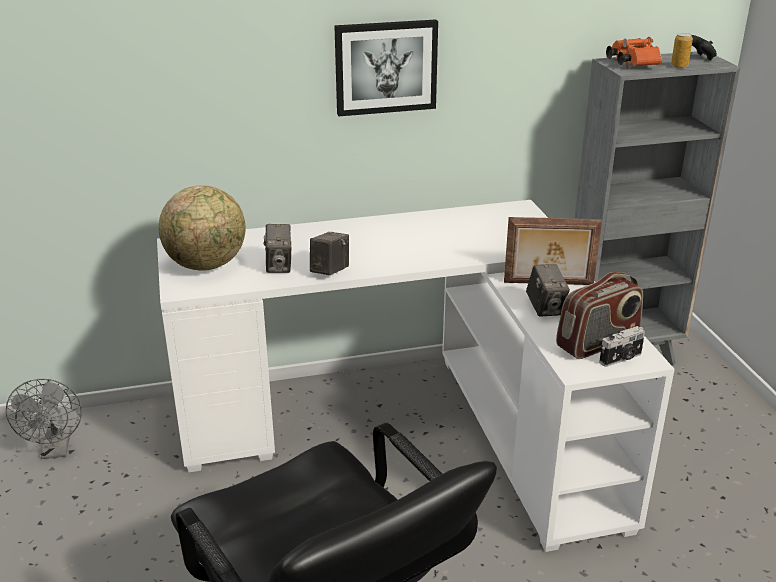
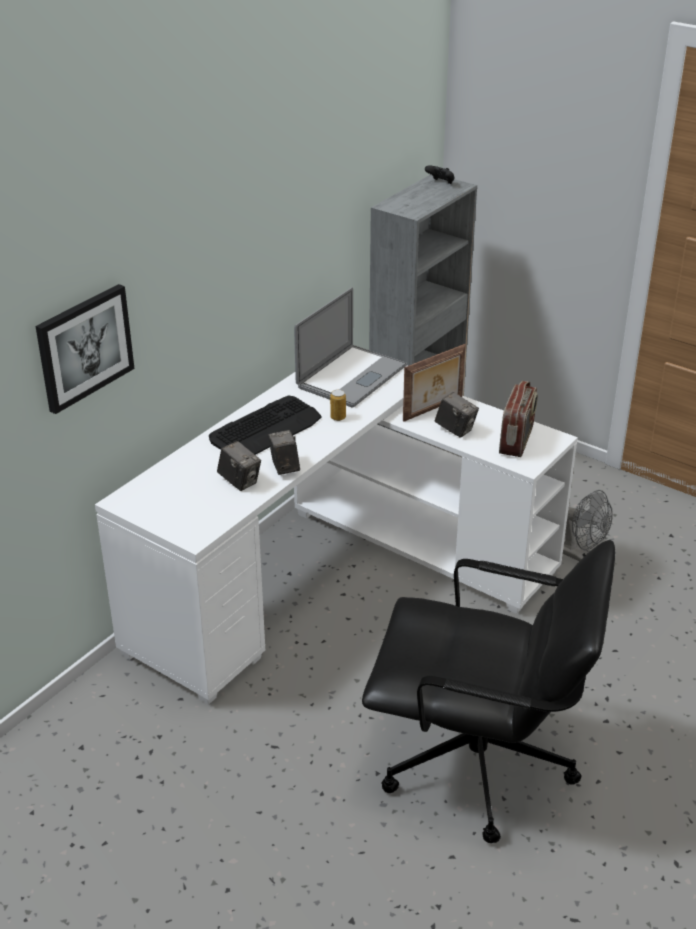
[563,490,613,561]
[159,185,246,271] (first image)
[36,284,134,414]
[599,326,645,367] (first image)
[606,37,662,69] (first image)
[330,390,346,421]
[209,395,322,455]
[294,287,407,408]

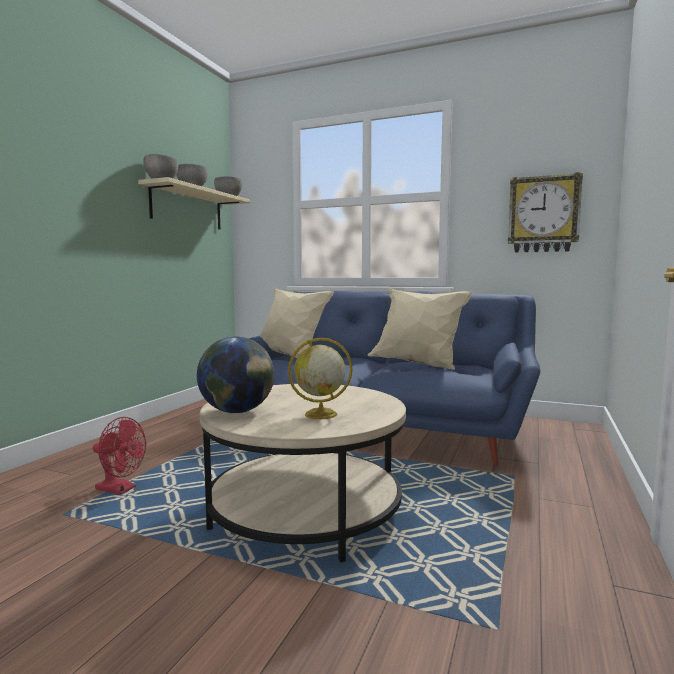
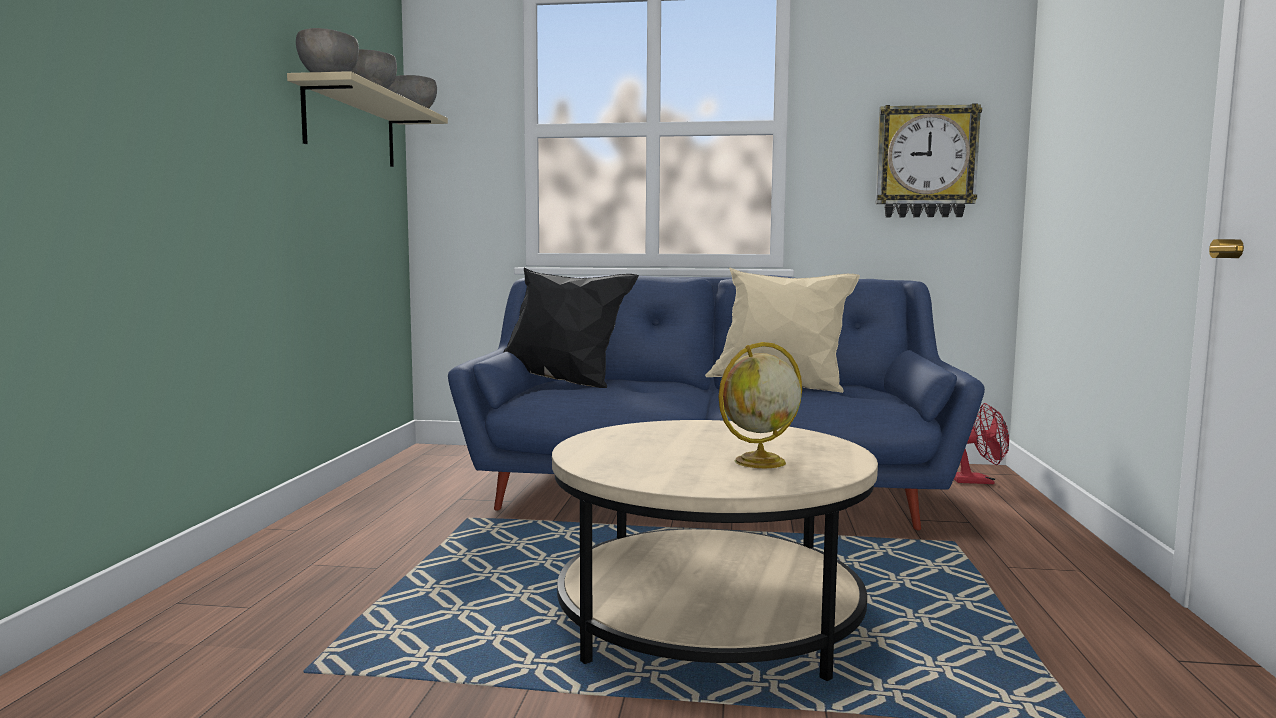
[954,403,1009,484]
[197,337,274,413] (first image)
[503,268,639,388]

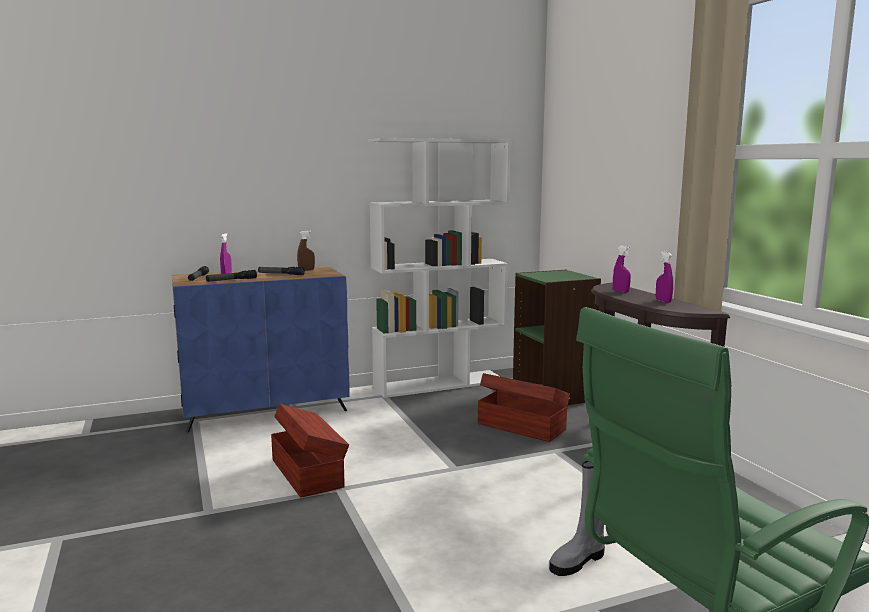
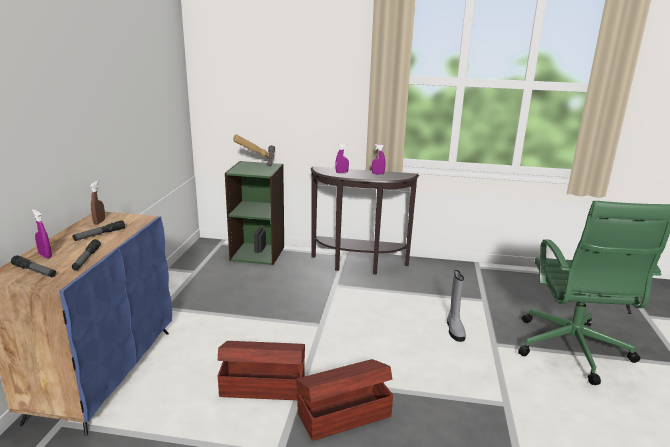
[368,138,511,398] (first image)
[296,359,393,441]
[233,134,275,166]

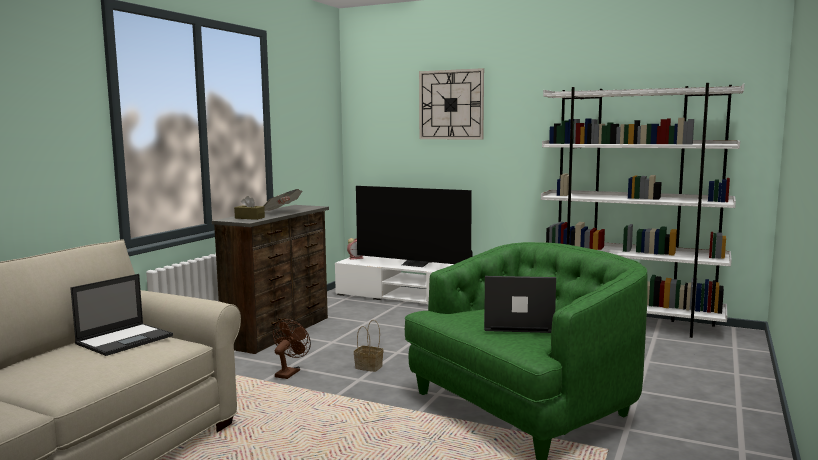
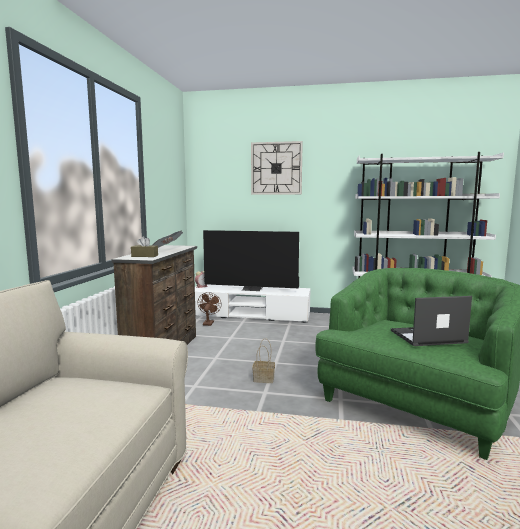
[70,274,173,356] (first image)
[198,292,221,326]

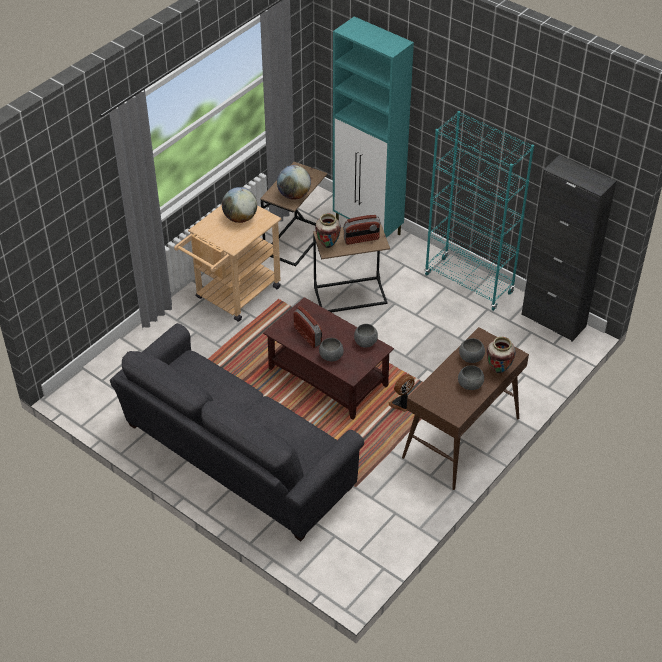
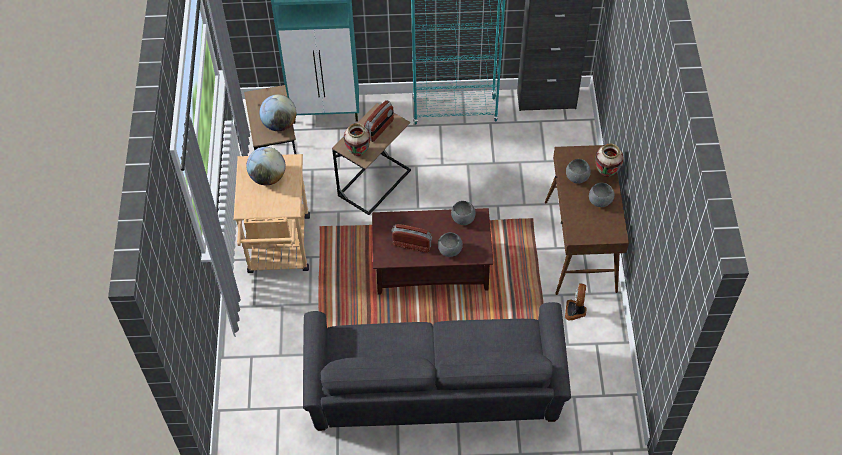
[565,283,587,320]

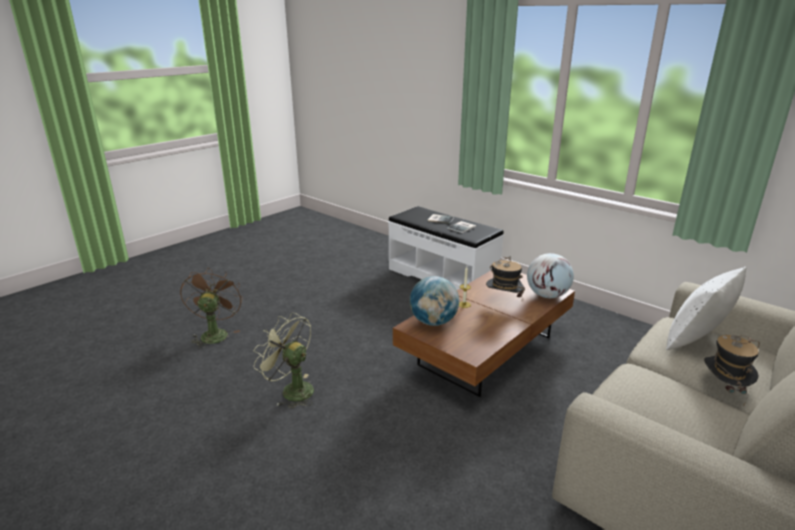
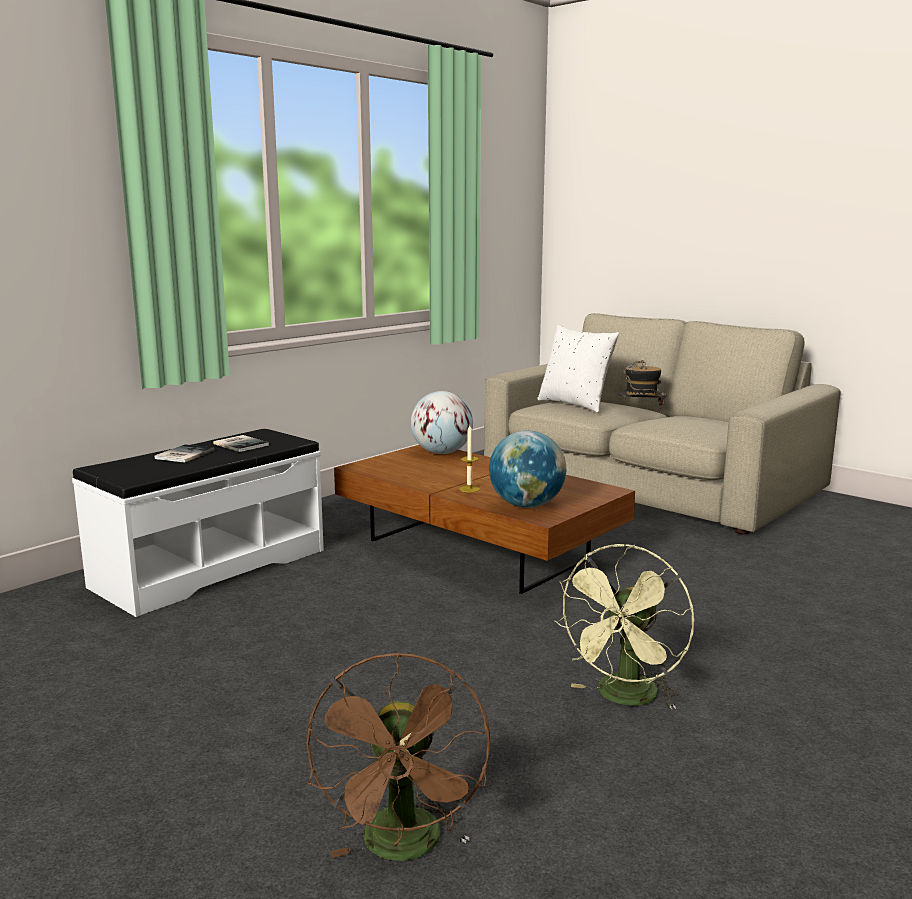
[307,652,491,861]
[486,256,525,297] (first image)

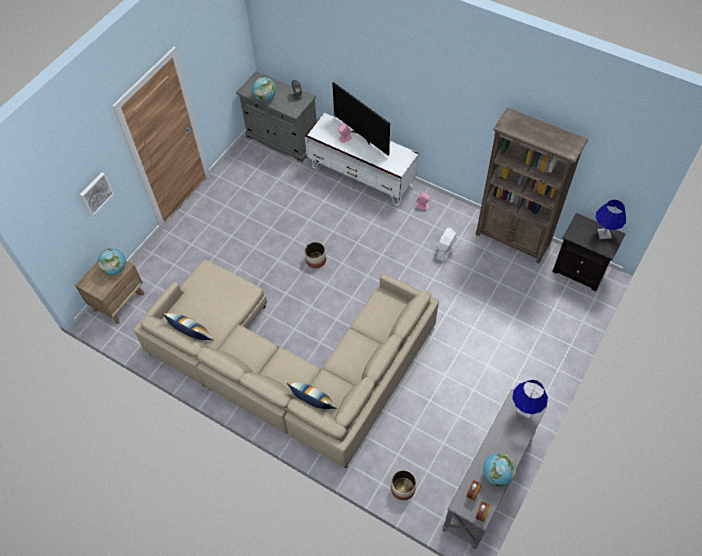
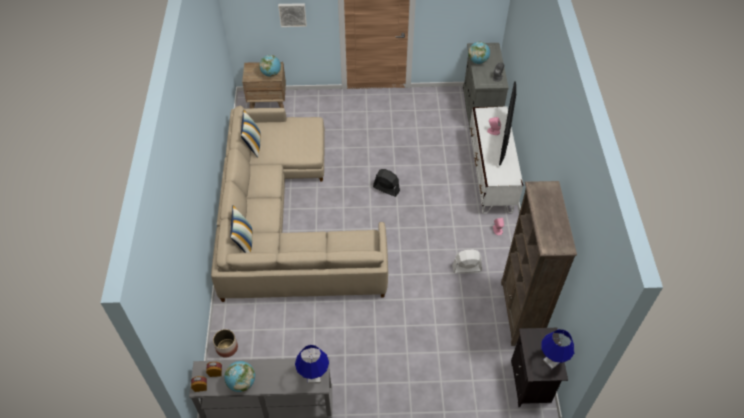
[373,169,400,197]

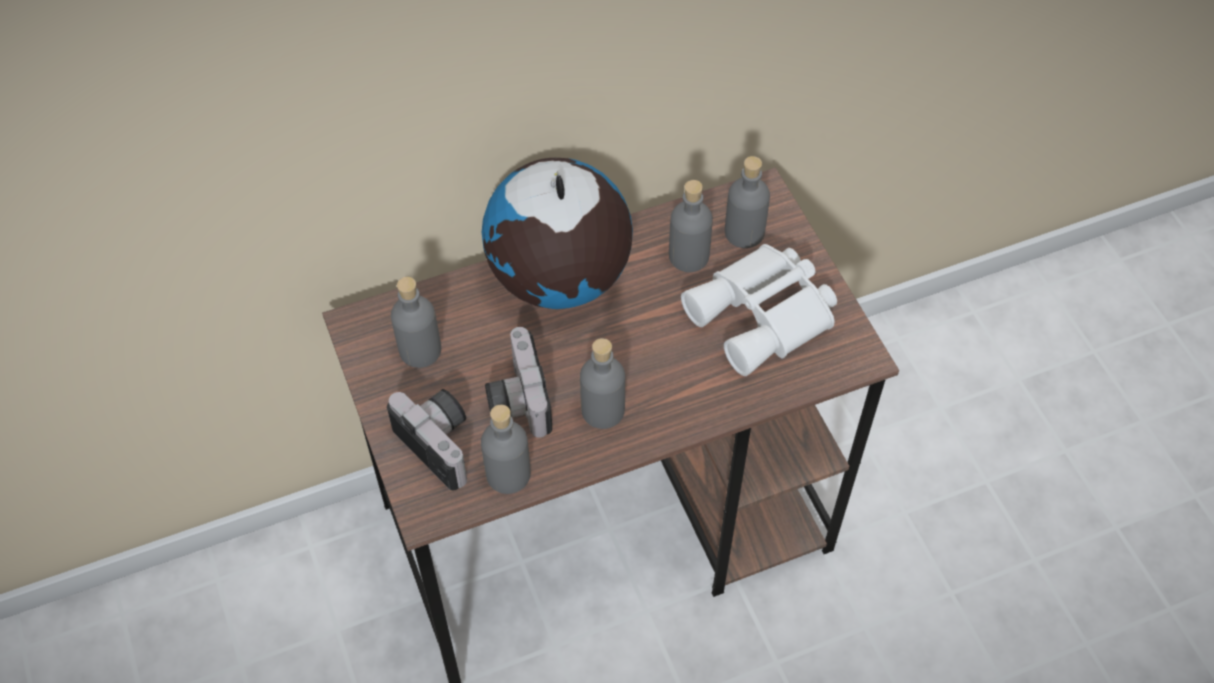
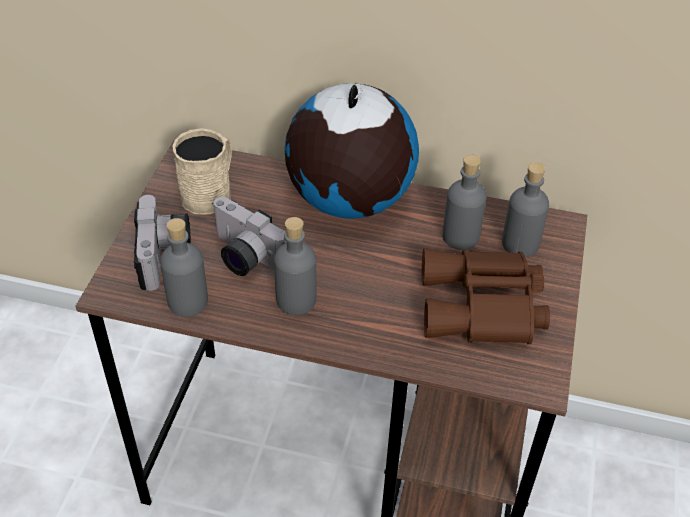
[173,128,232,215]
[212,197,287,276]
[422,248,550,344]

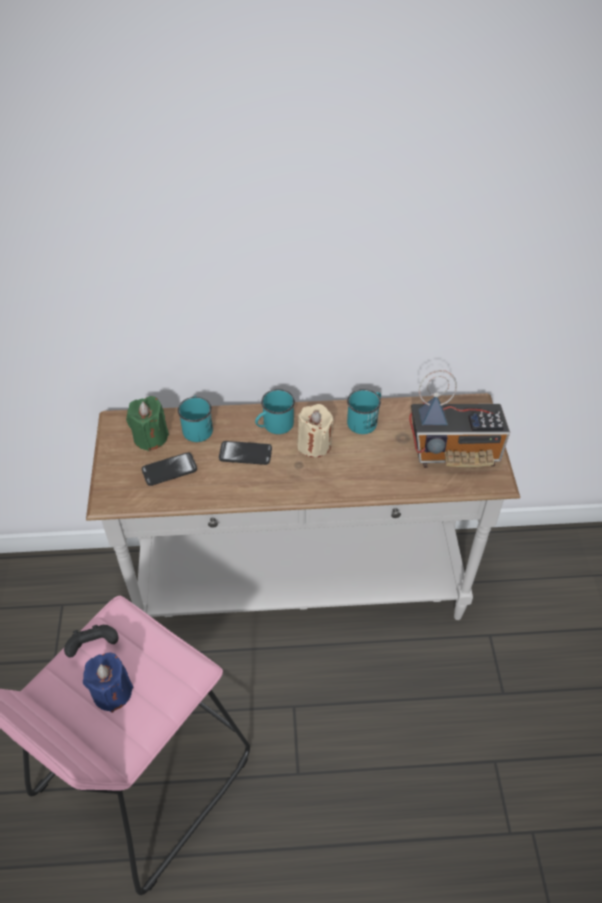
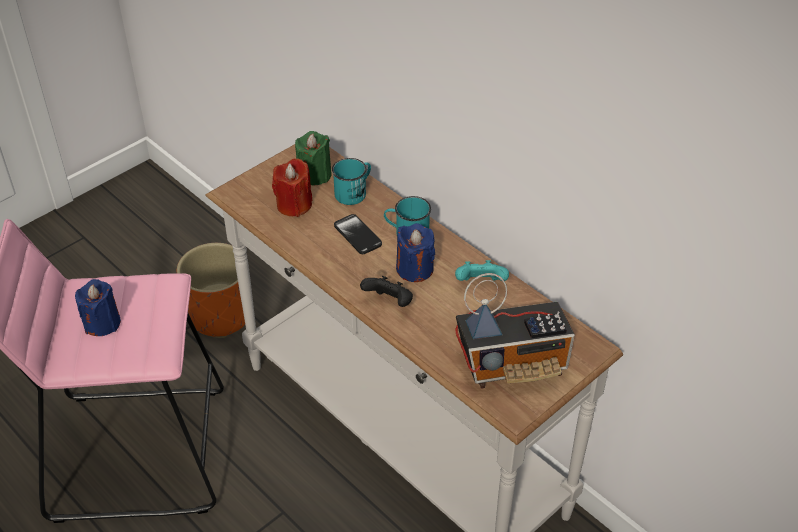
[360,276,413,307]
[272,158,312,217]
[396,223,435,282]
[455,260,509,281]
[456,273,575,389]
[177,243,245,338]

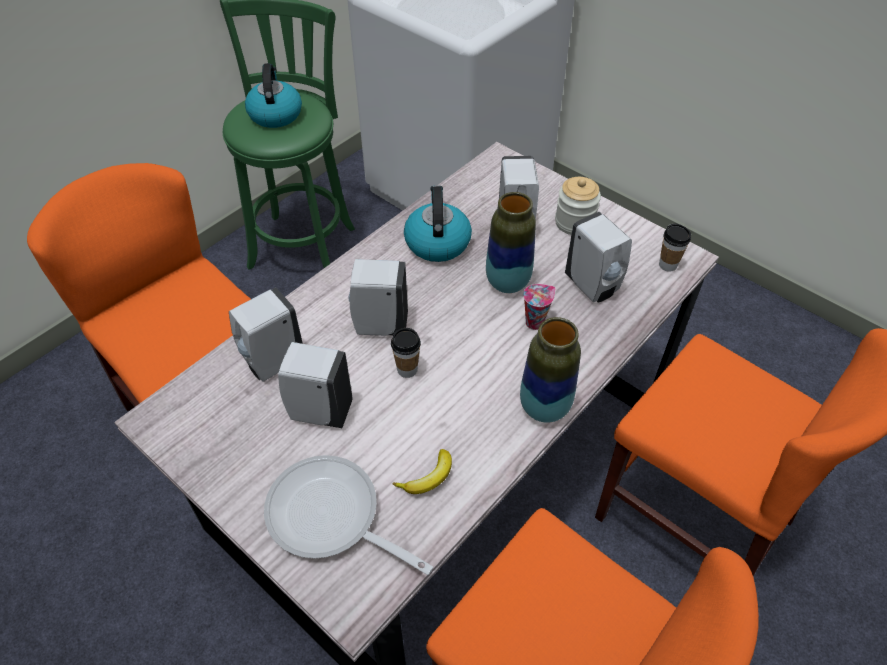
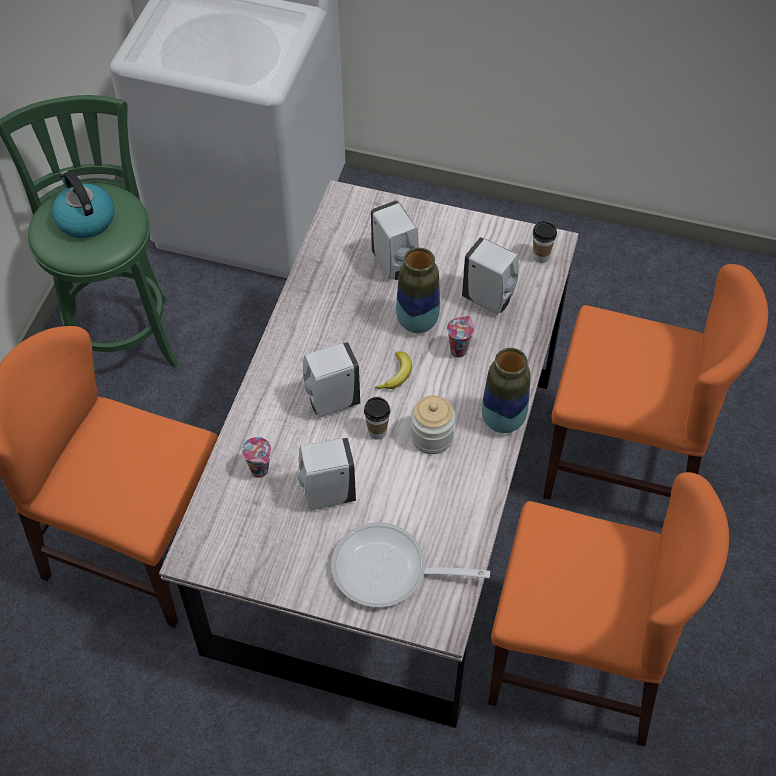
[242,437,271,478]
[375,351,412,389]
[404,185,472,262] (first image)
[411,395,455,454]

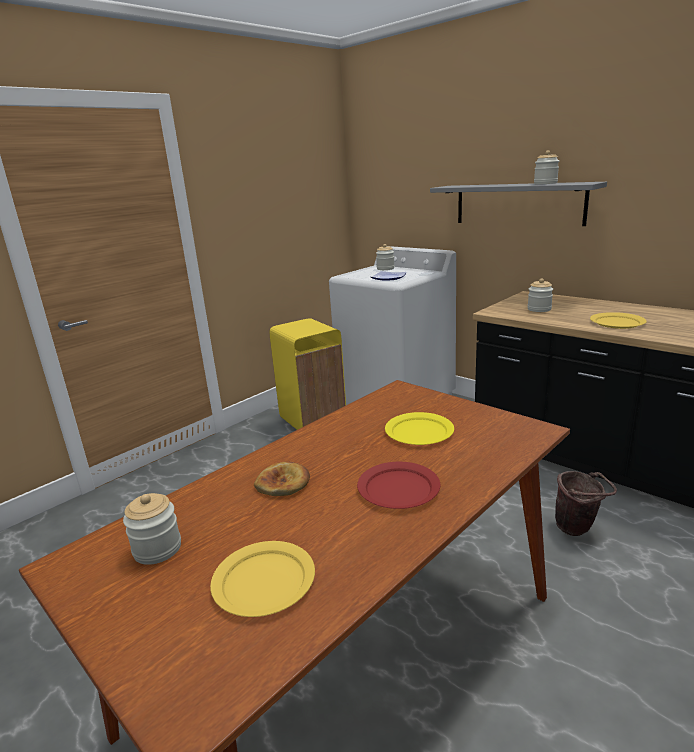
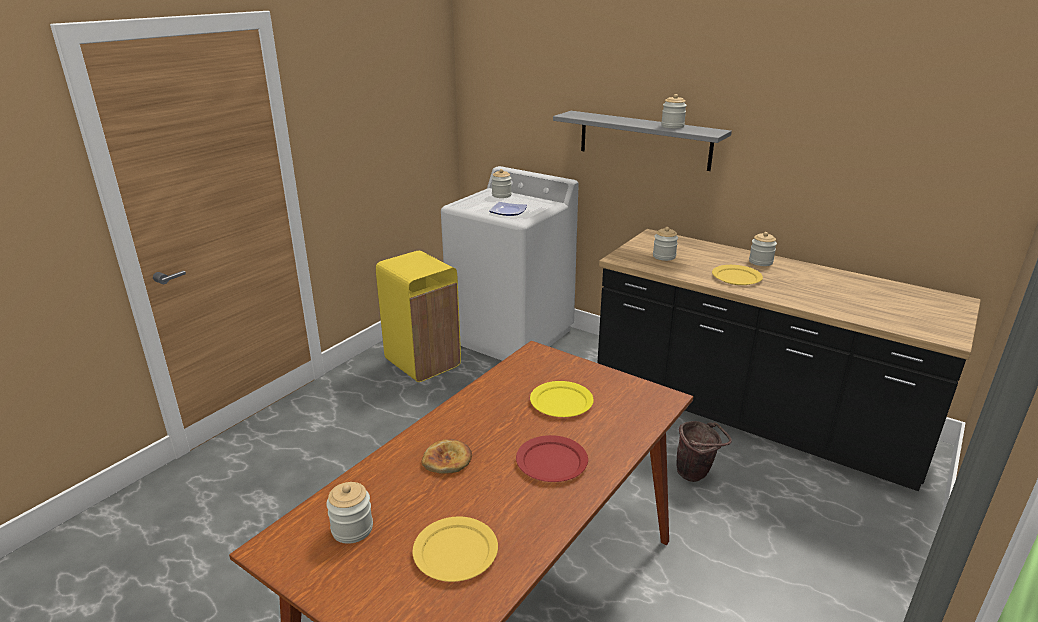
[749,232,777,266]

